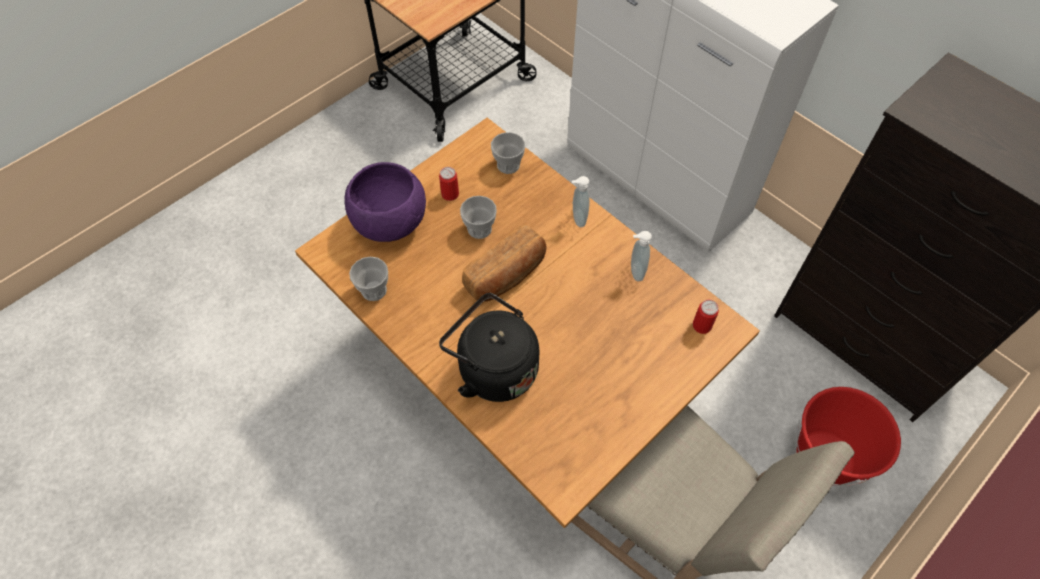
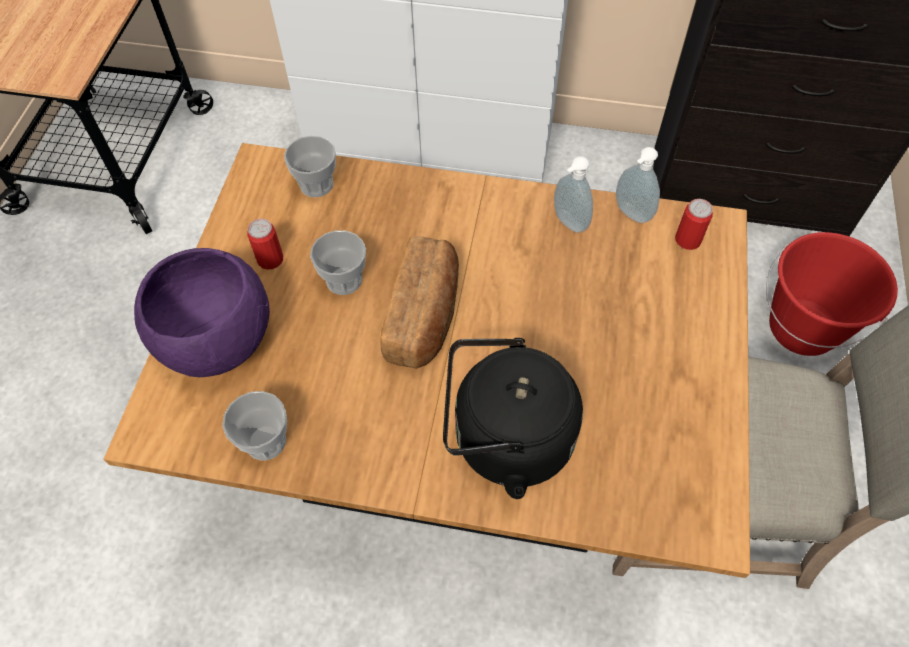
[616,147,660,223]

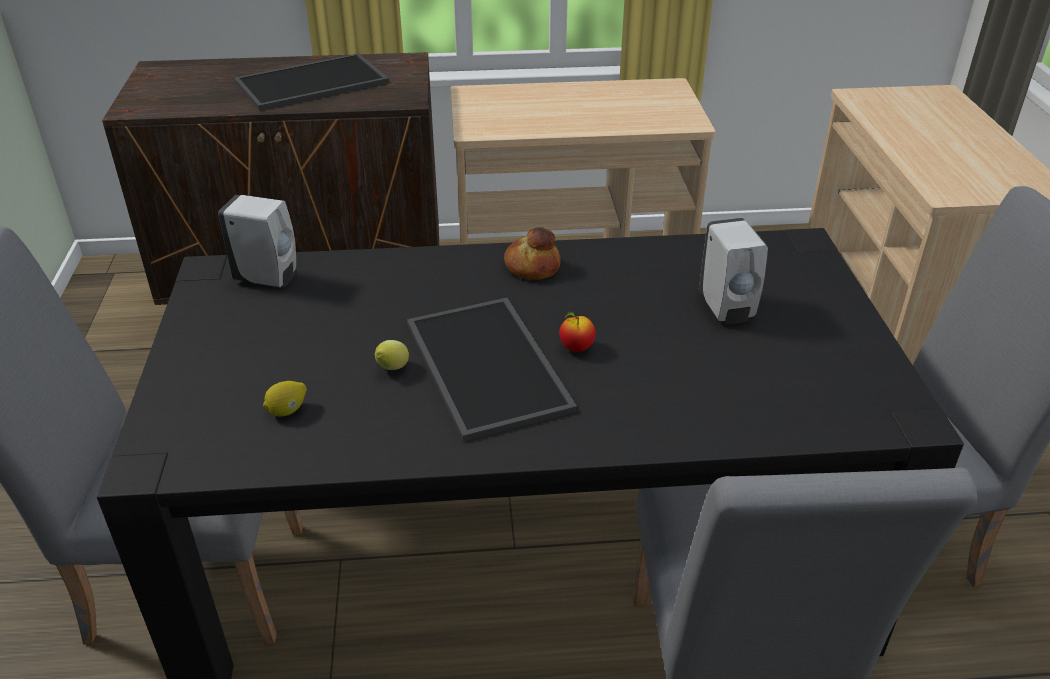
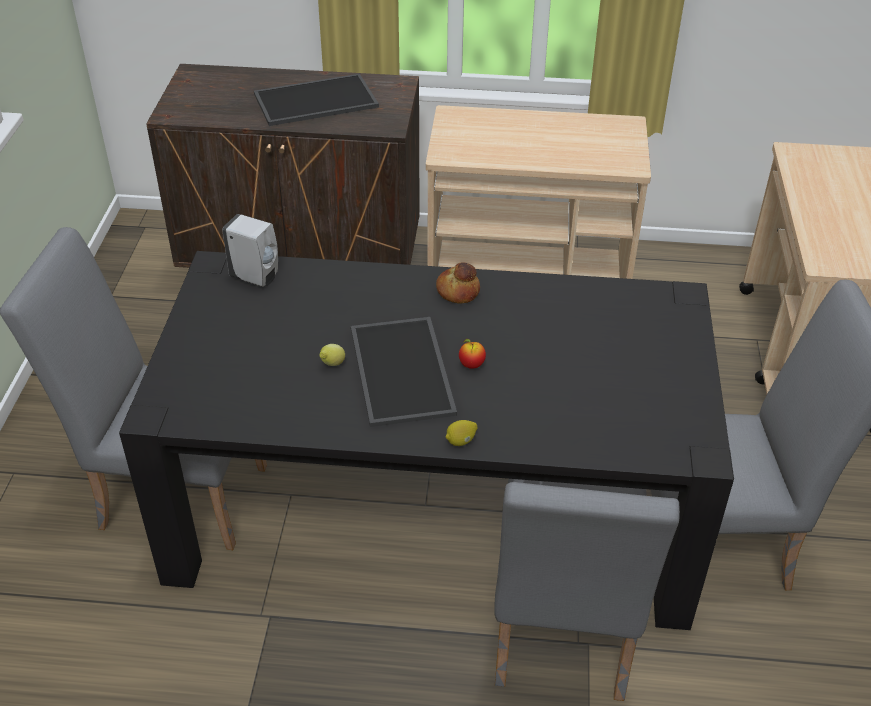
[446,420,477,446]
[699,218,768,324] (first image)

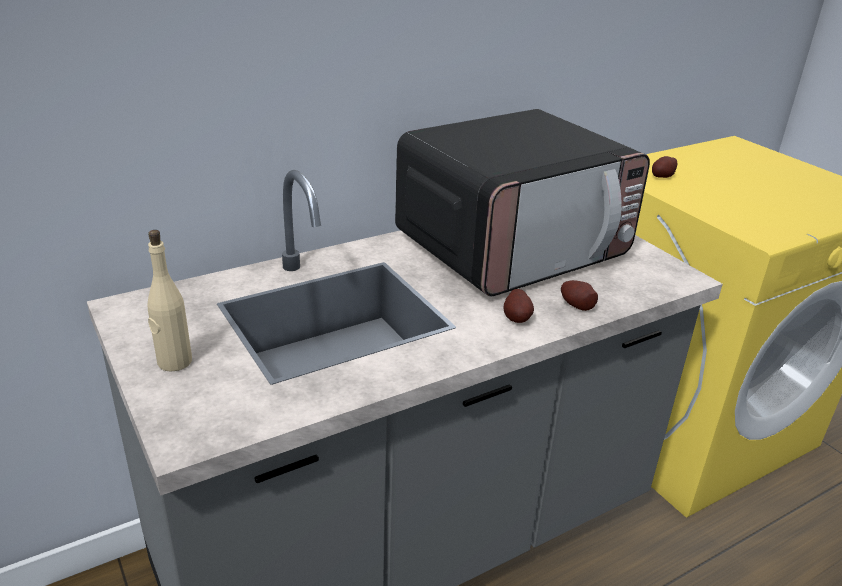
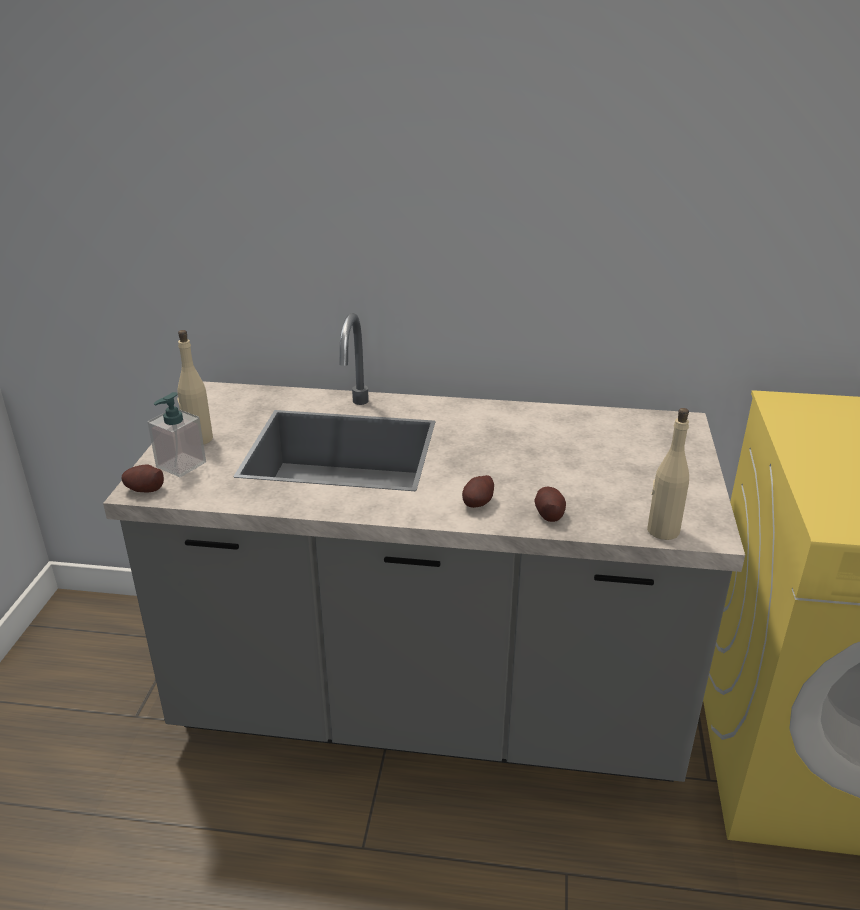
[395,109,650,297] (first image)
[122,464,164,492]
[148,392,206,477]
[647,408,689,540]

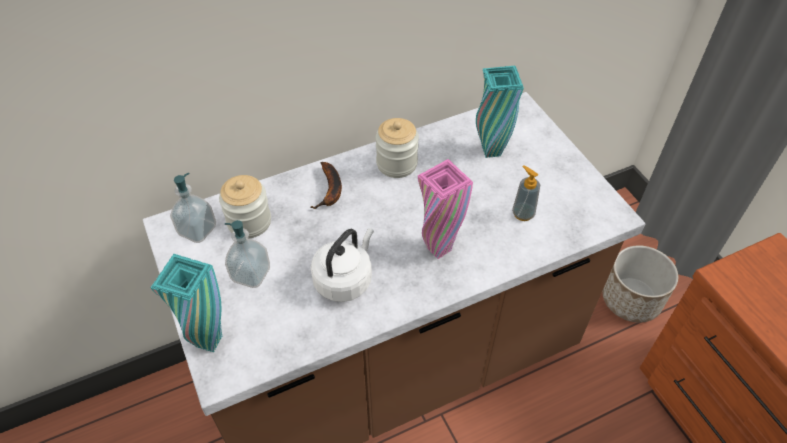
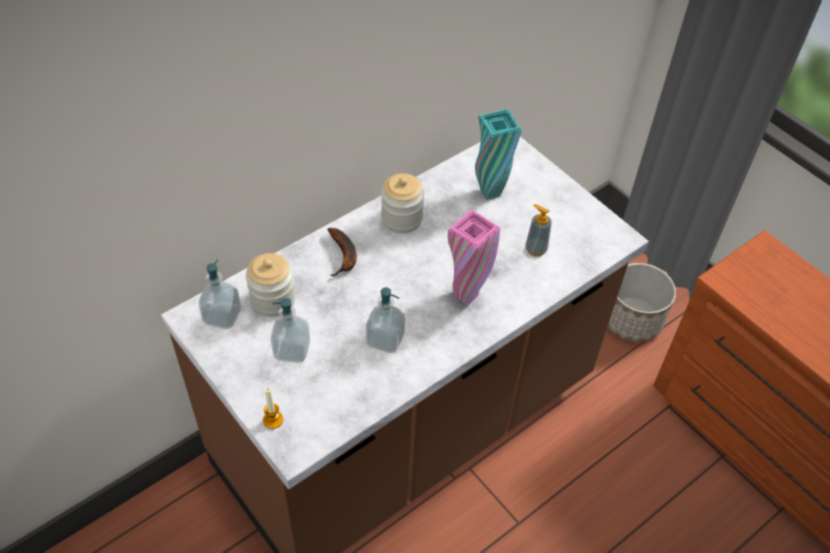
[263,387,283,429]
[366,287,405,353]

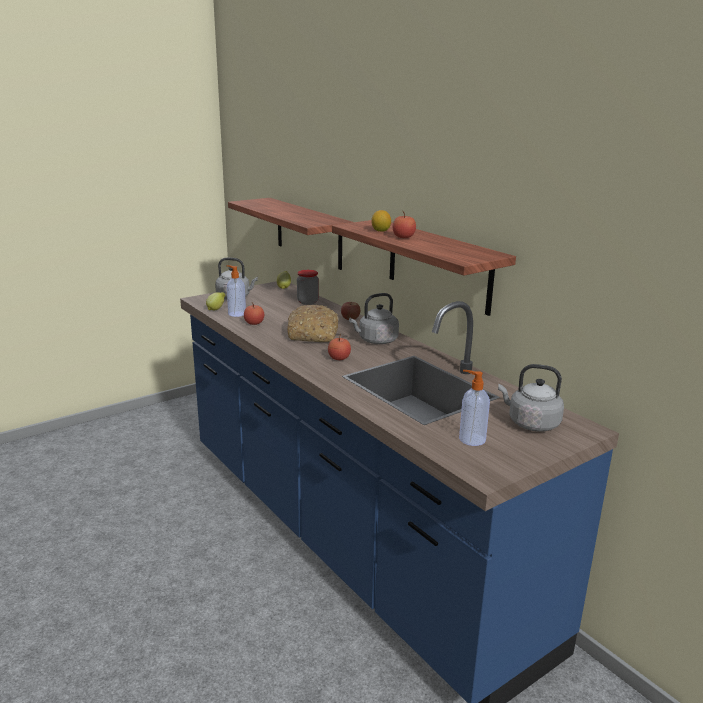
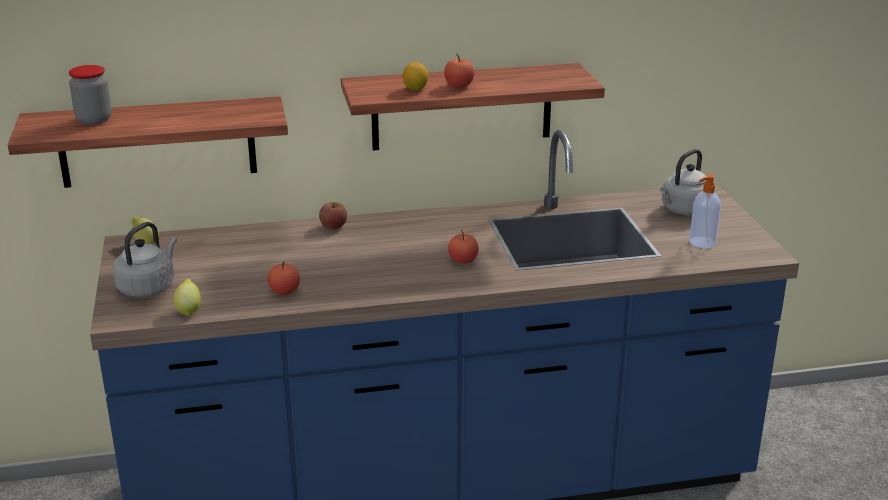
[226,265,246,317] (first image)
[287,305,339,342] (first image)
[69,65,112,125]
[349,293,399,344] (first image)

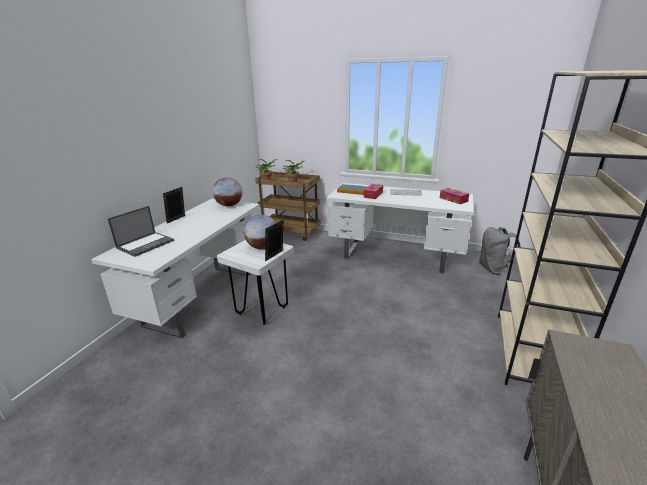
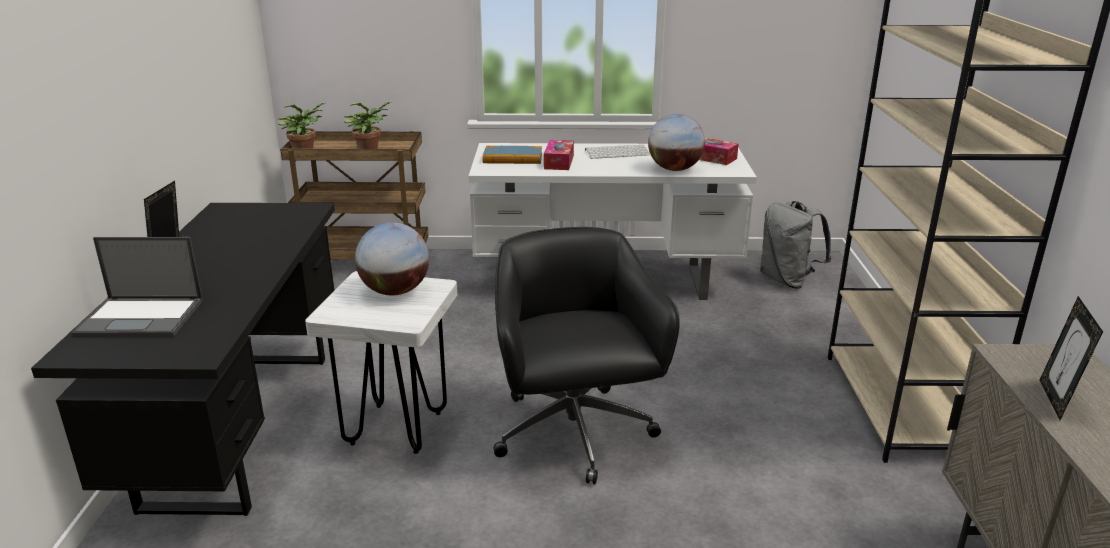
[31,203,335,516]
[71,237,203,337]
[648,114,705,171]
[1040,296,1103,420]
[494,227,680,484]

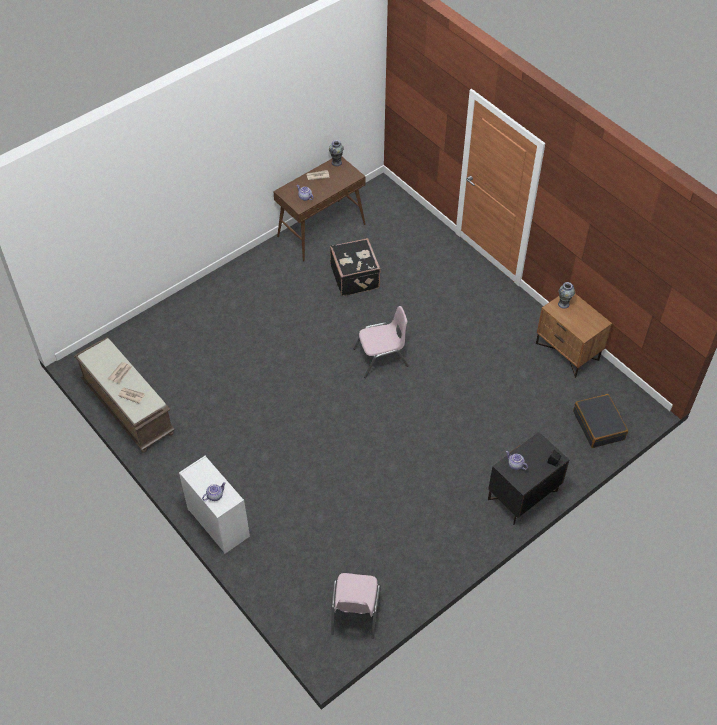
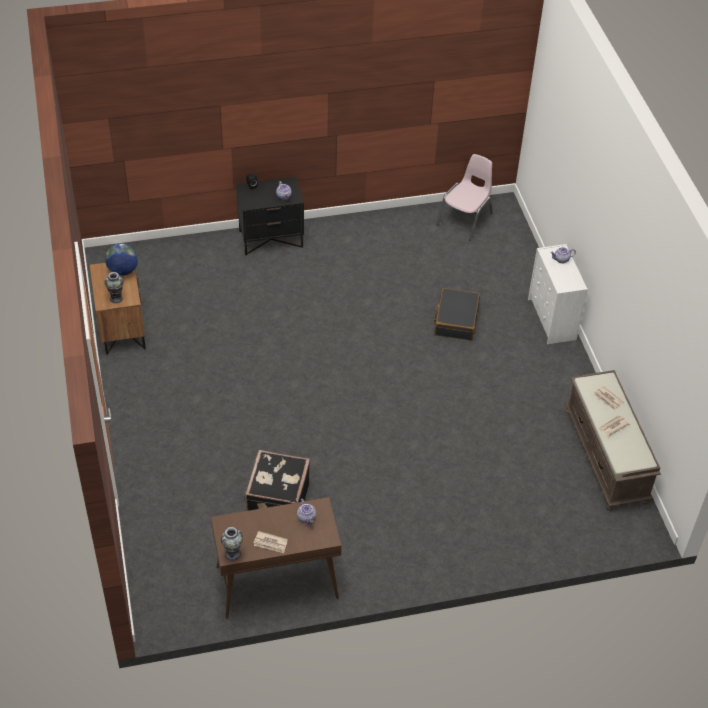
[354,306,409,378] (first image)
[434,288,480,341]
[105,243,138,276]

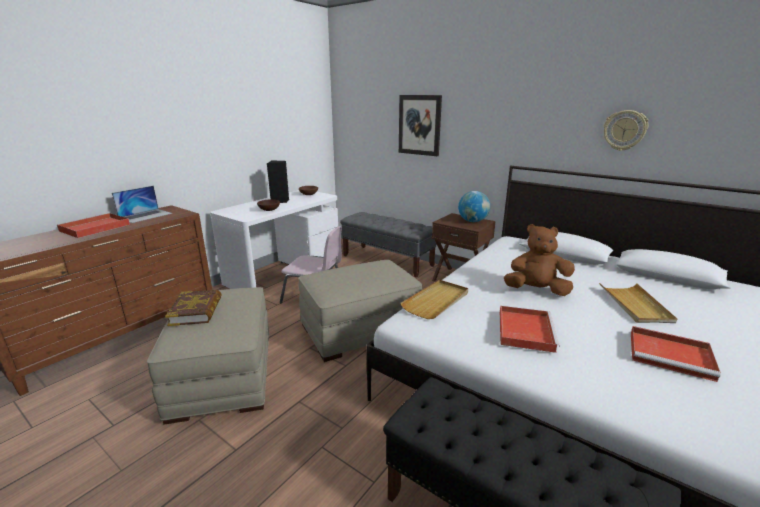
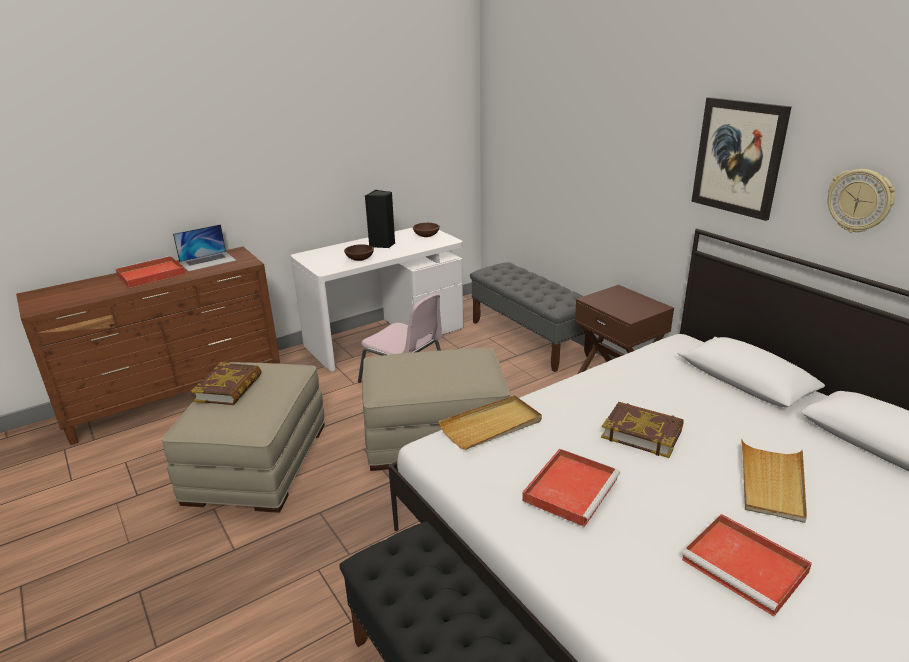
[691,97,792,221]
[458,191,490,222] (first image)
[601,402,684,458]

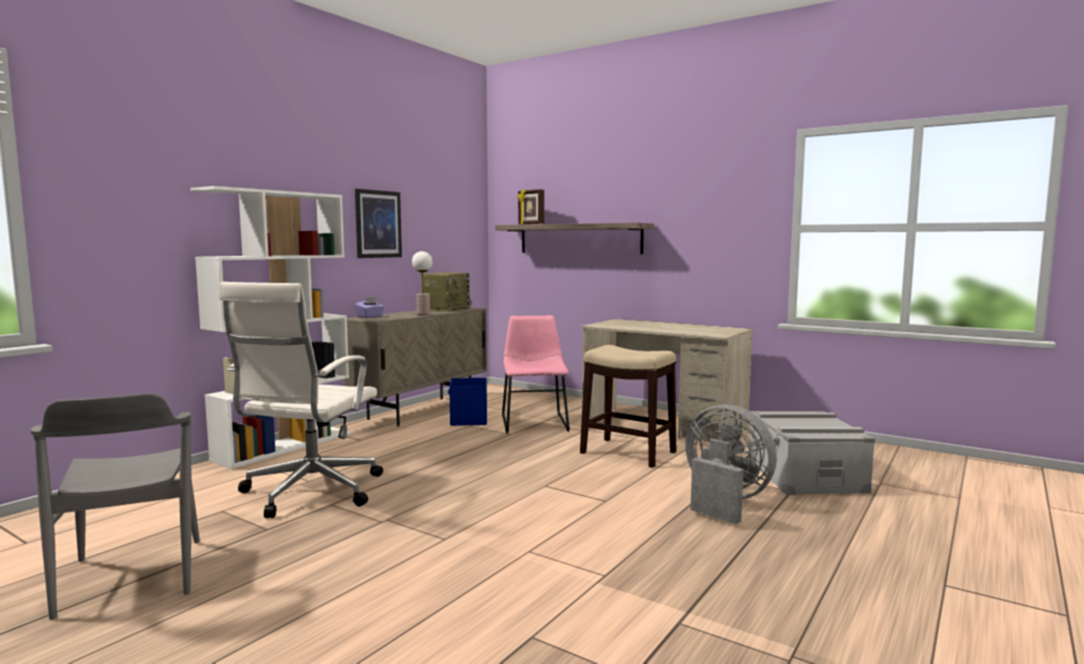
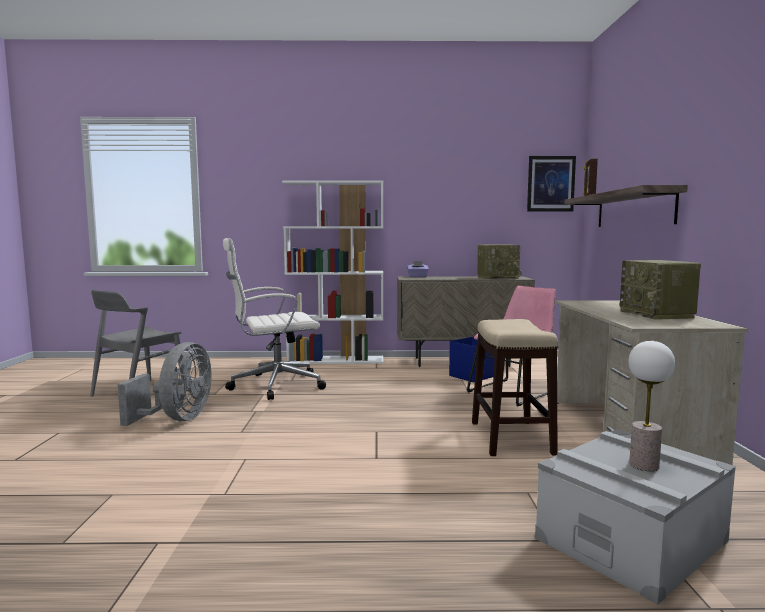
[527,156,576,212]
[628,341,675,471]
[118,342,211,426]
[620,260,701,320]

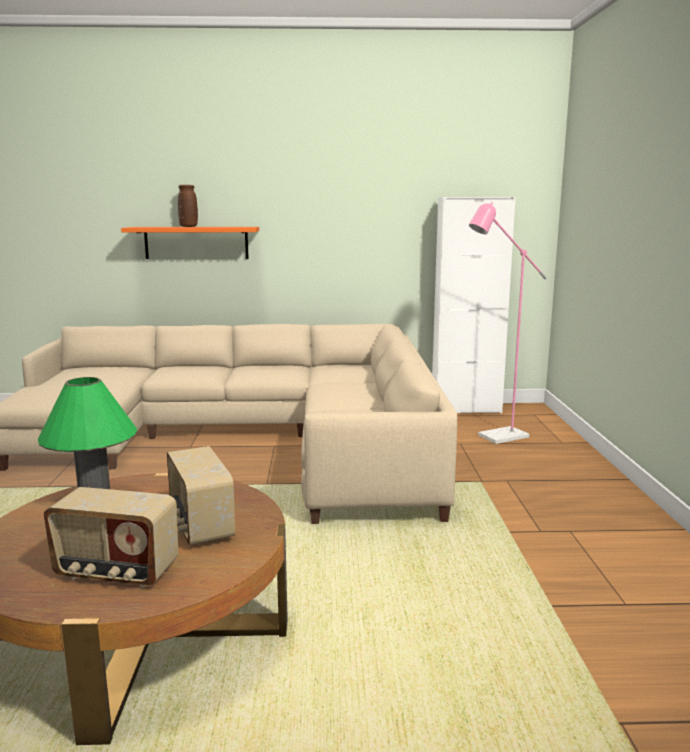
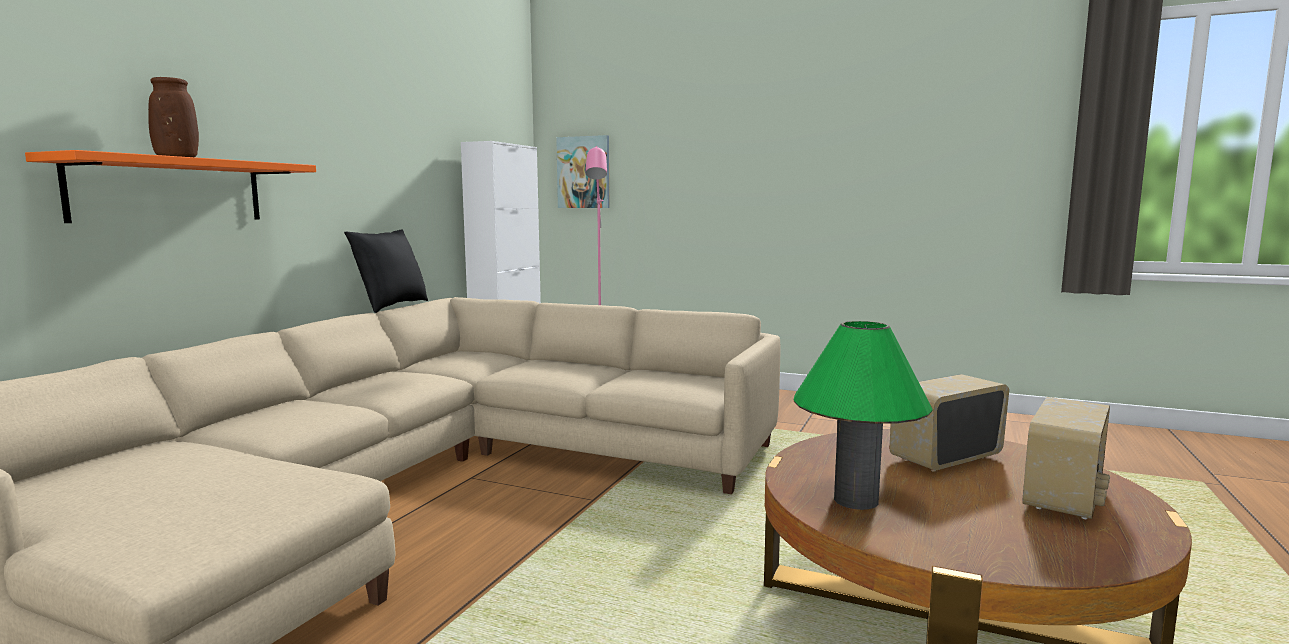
[890,374,1009,472]
[344,230,428,313]
[556,135,609,208]

